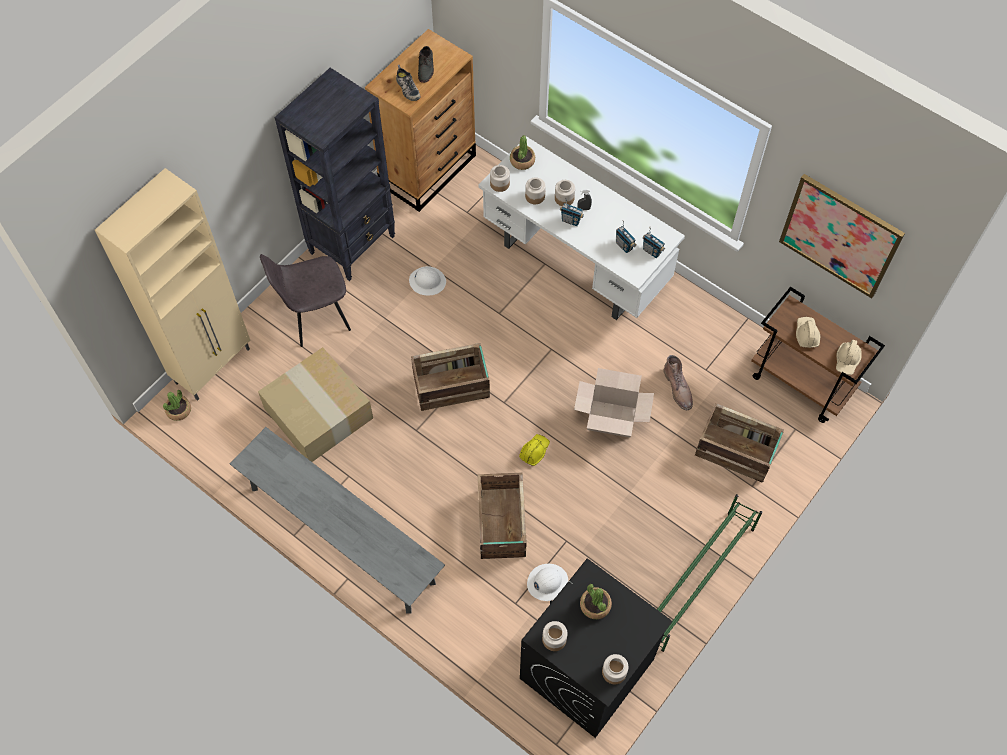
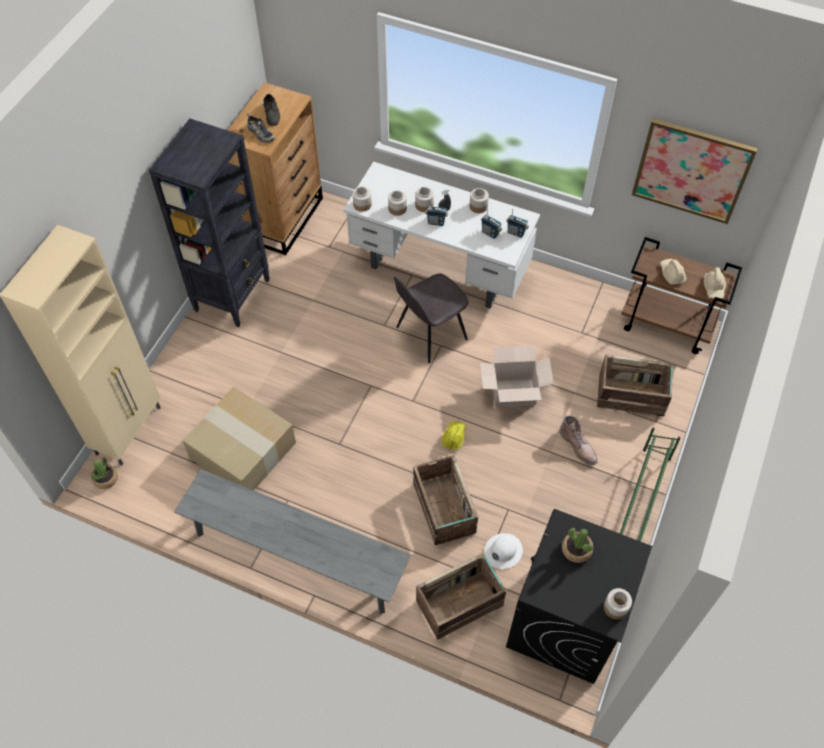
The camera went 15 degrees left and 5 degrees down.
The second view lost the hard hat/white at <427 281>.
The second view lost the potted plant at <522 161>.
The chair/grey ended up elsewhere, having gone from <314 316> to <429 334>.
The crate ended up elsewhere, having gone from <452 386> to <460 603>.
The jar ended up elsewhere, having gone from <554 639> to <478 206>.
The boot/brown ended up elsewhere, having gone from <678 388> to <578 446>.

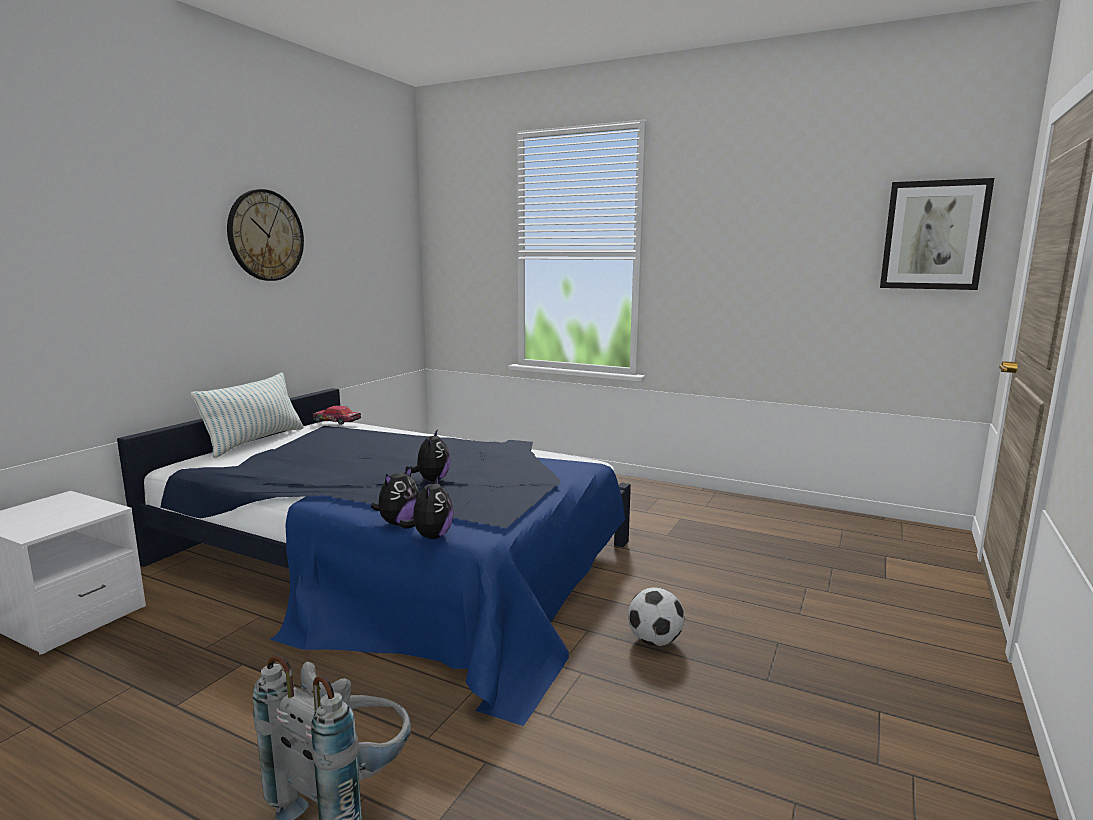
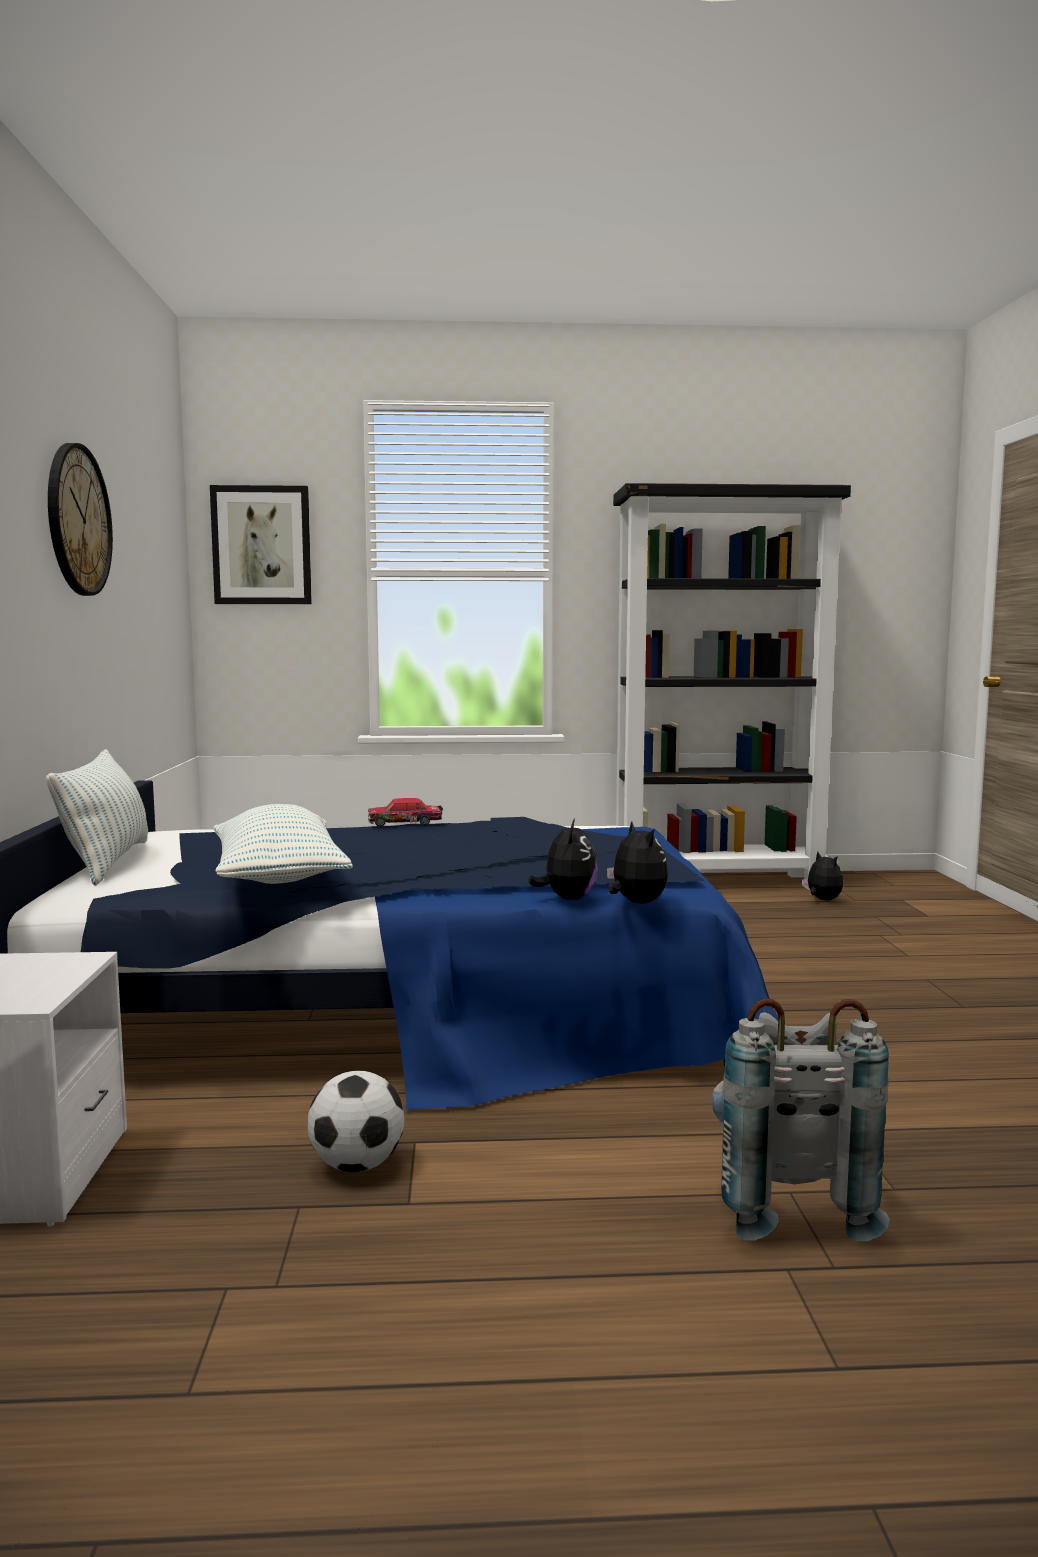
The camera went 30 degrees left and 5 degrees down.
The second view gained the pillow at <278 876>.
The second view gained the bookcase/black at <718 882>.
The toy car ended up elsewhere, having gone from <337 421> to <405 823>.
The plush toy ended up elsewhere, having gone from <431 480> to <822 900>.
The football ended up elsewhere, having gone from <654 641> to <357 1165>.
The picture ended up elsewhere, having gone from <934 235> to <262 545>.

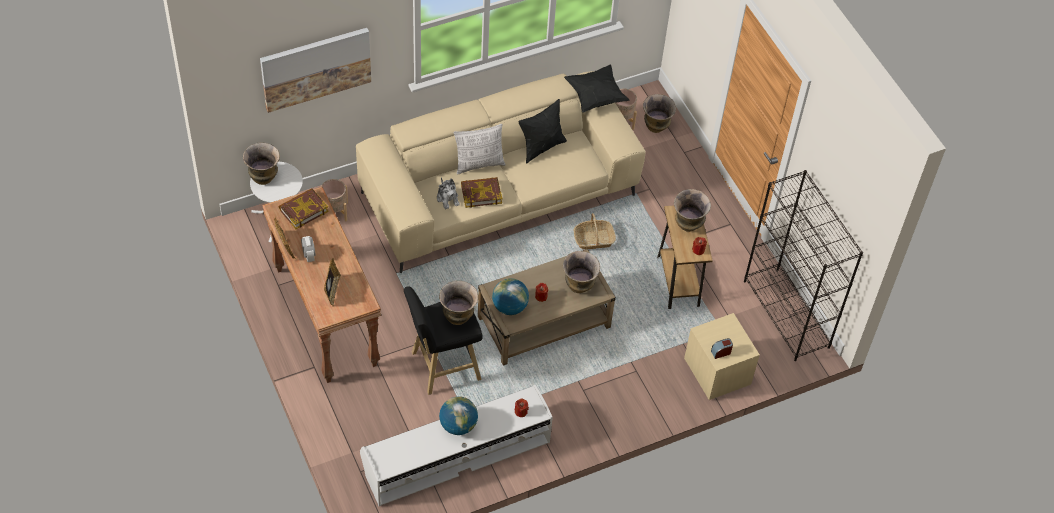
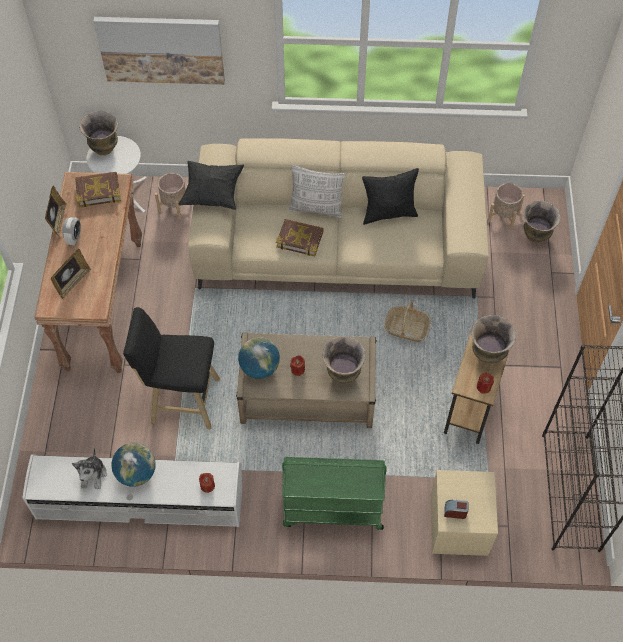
The camera went 30 degrees right and 5 degrees up.
The second view lost the vase at <458 317>.
The second view gained the cart/green at <332 510>.
The plush toy ended up elsewhere, having gone from <448 198> to <93 475>.
The pillow/black ended up elsewhere, having gone from <595 96> to <212 193>.

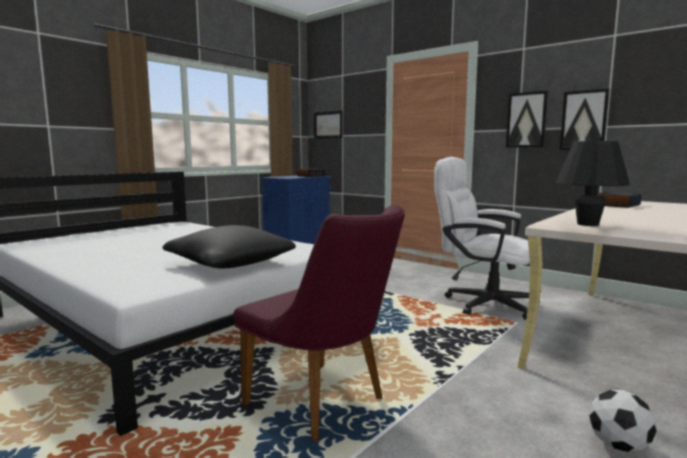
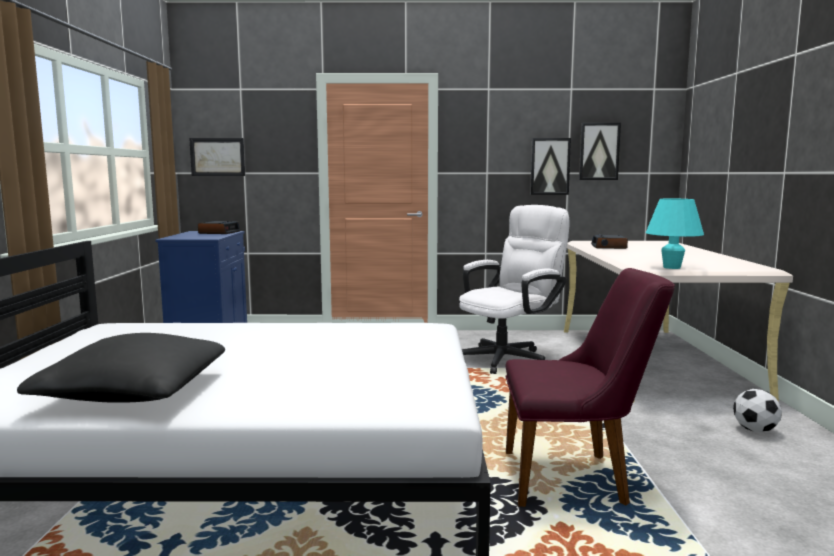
The camera went 40 degrees left and 0 degrees up.
The pillow/black ended up elsewhere, having gone from <230 264> to <134 393>.
The picture ended up elsewhere, having gone from <526 120> to <599 151>.
What was the table lamp/black at <587 224> turned into the table lamp/turquoise at <671 267>.
The office chair/white at <481 303> ended up facing another way, 150 degrees clockwise from before.

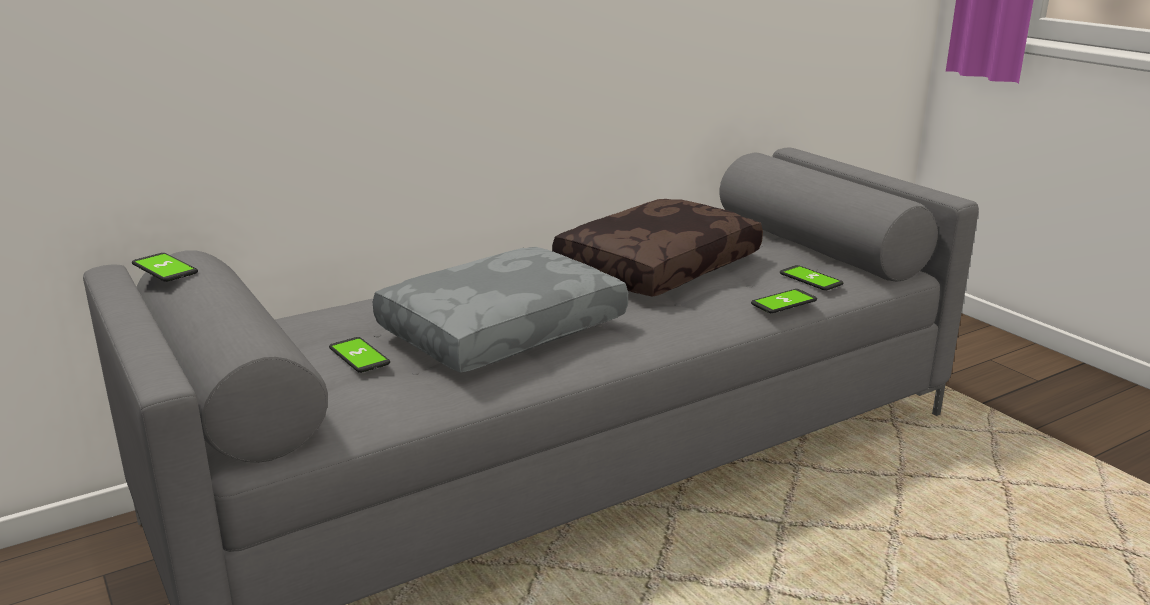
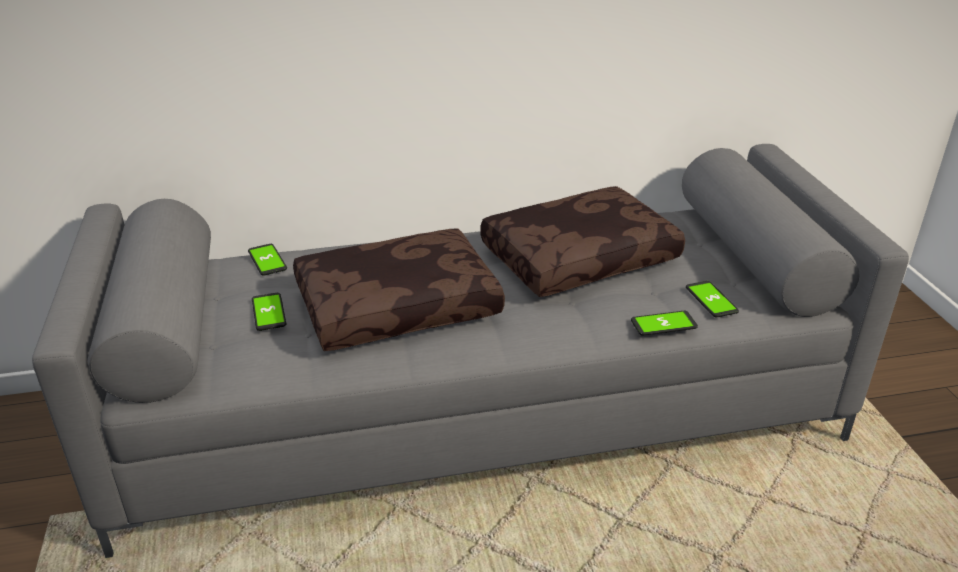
The camera went 20 degrees right and 10 degrees up.
The phone ended up elsewhere, having gone from <165 269> to <267 260>.
What was the pillow/grey at <502 329> turned into the pillow/brown at <398 305>.

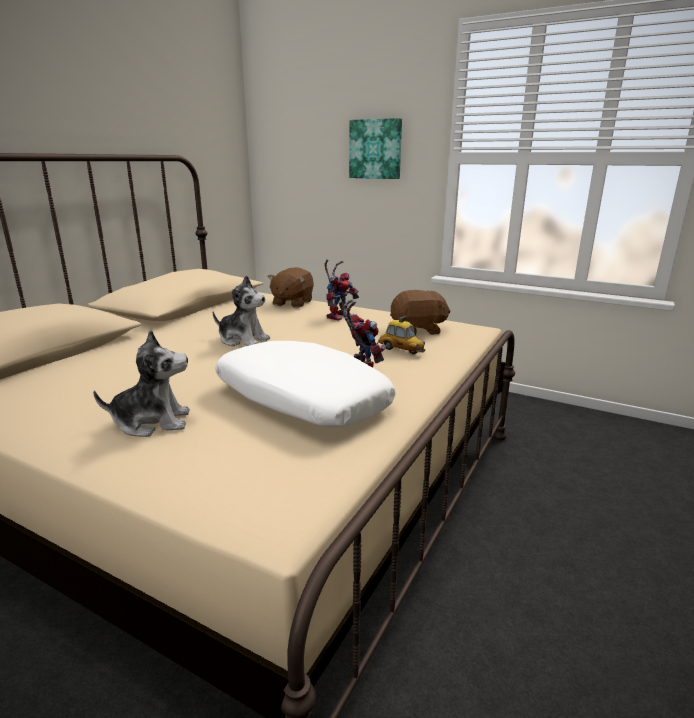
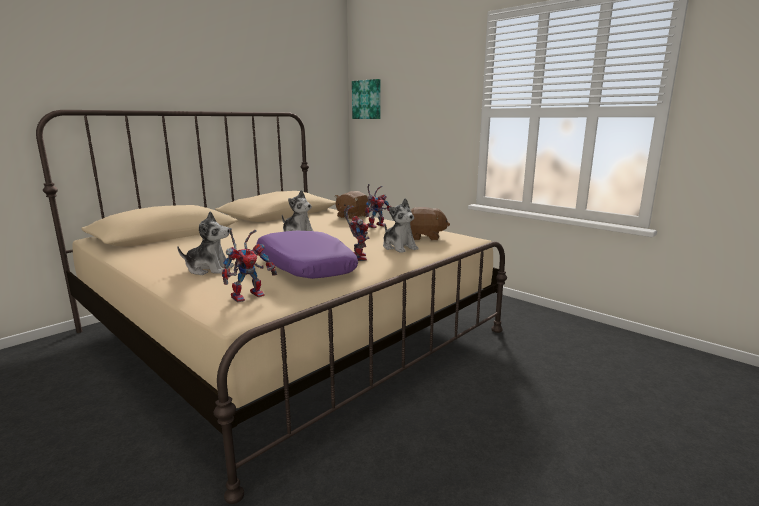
The camera went 15 degrees right and 5 degrees down.
The second view gained the toy robot at <249 295>.
The picture ended up elsewhere, having gone from <376 149> to <367 99>.
Where the toy car stood at <401 350>, the plush toy came to stand at <399 247>.
What was the pillow/white at <301 400> turned into the pillow/purple at <304 267>.

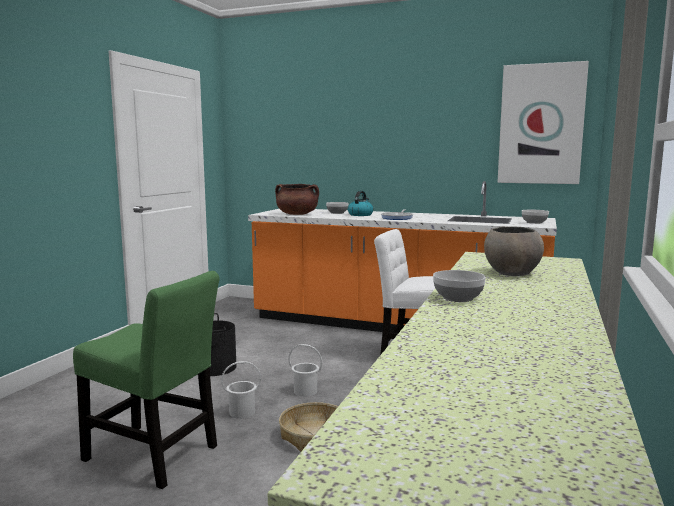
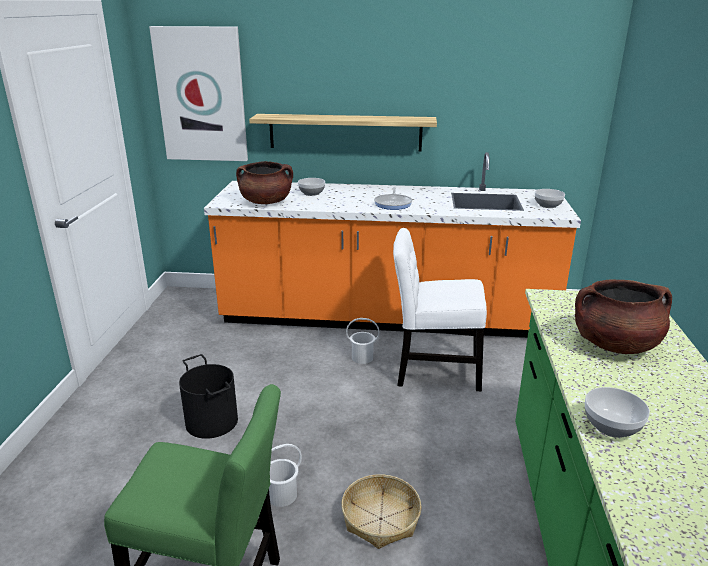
The camera went 15 degrees left and 15 degrees up.
The second view lost the kettle at <360 215>.
The second view gained the shelf at <345 132>.
The bucket/white ended up elsewhere, having gone from <305 391> to <362 357>.
The picture ended up elsewhere, having gone from <541 124> to <201 95>.
Where the bowl/grey stood at <511 273>, the cooking pot/brown came to stand at <614 344>.

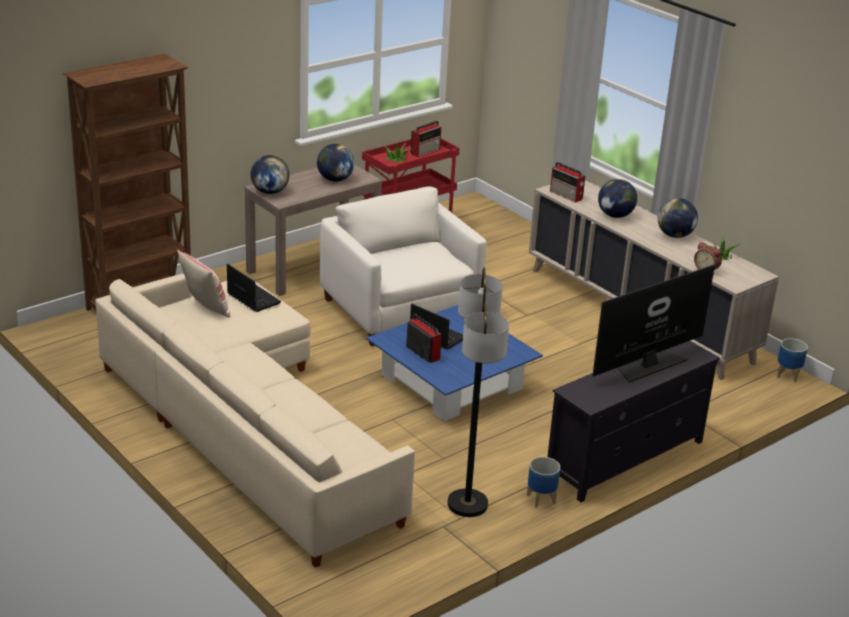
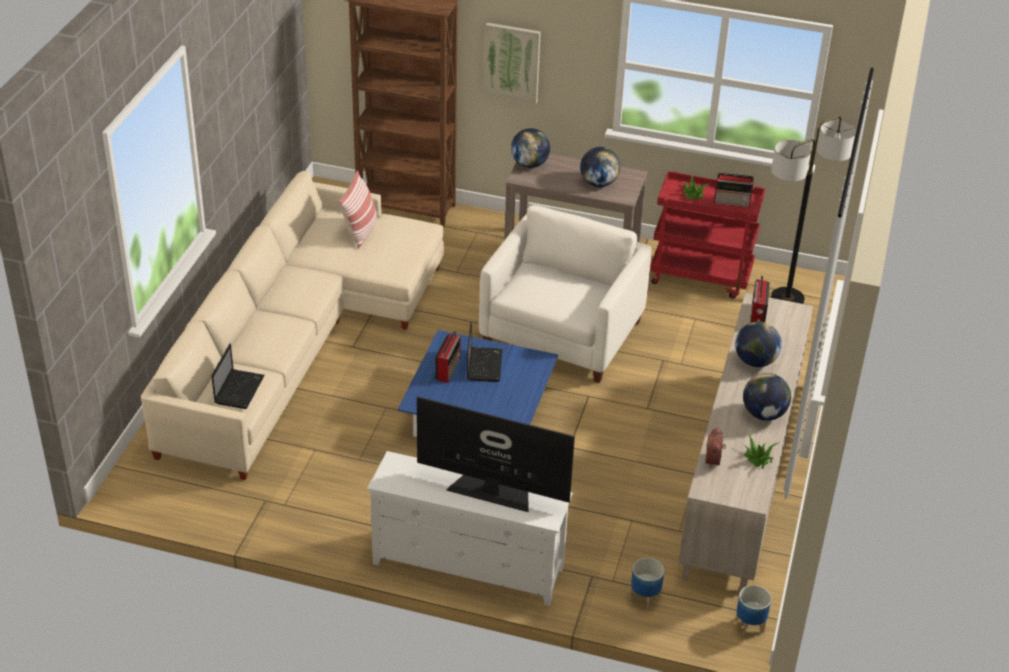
The camera went 55 degrees right and 10 degrees up.
The second view gained the picture at <512 62>.
The laptop ended up elsewhere, having gone from <252 298> to <239 389>.
The floor lamp ended up elsewhere, having gone from <467 504> to <787 300>.
The planter ended up elsewhere, having gone from <540 499> to <644 597>.
What was the tv stand/black at <625 460> turned into the tv stand/white at <468 567>.

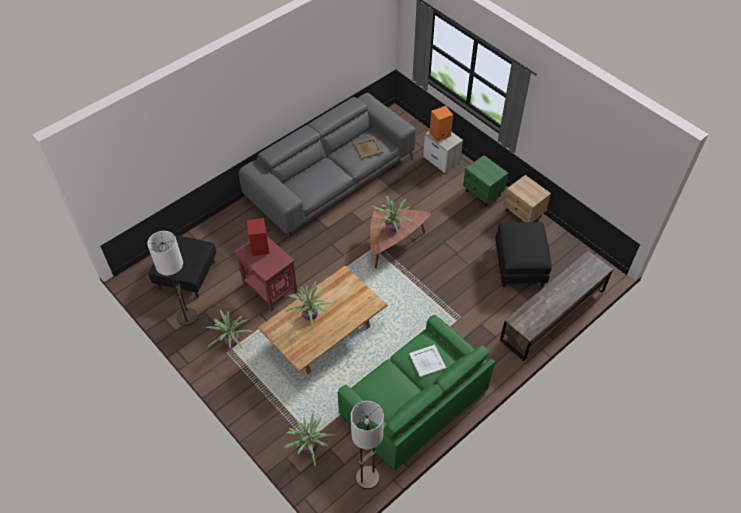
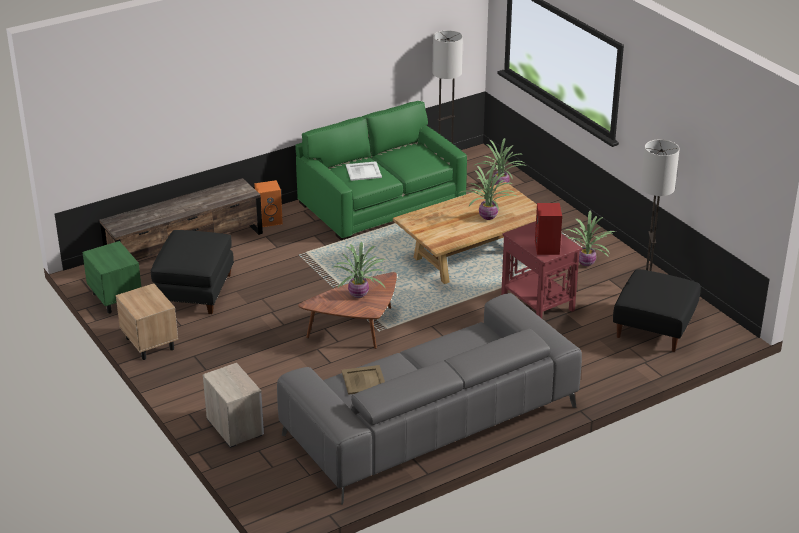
The camera went 170 degrees left and 20 degrees down.
The speaker/orange ended up elsewhere, having gone from <439 134> to <270 220>.
The nightstand/green ended up elsewhere, having gone from <483 193> to <115 298>.

